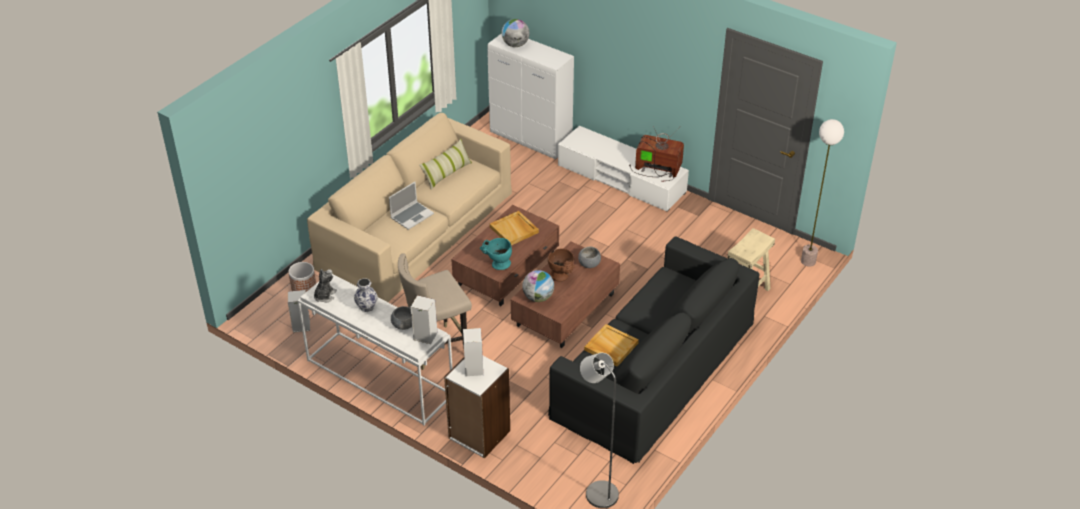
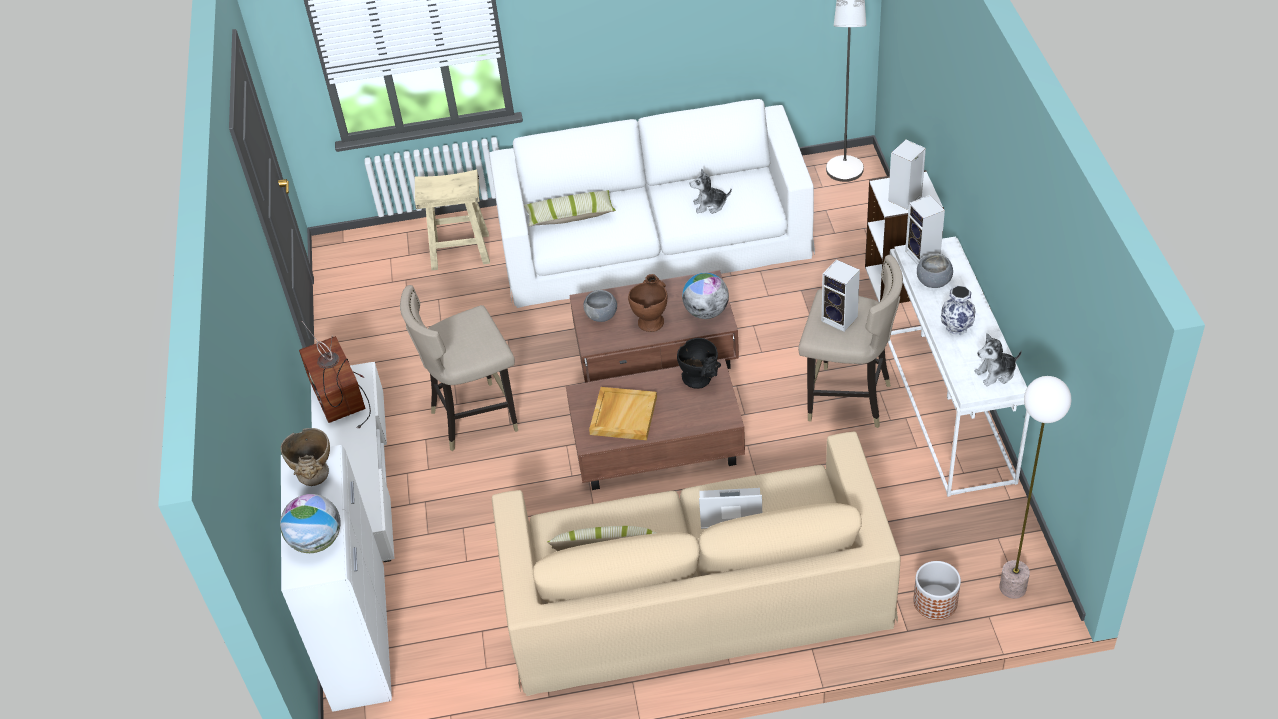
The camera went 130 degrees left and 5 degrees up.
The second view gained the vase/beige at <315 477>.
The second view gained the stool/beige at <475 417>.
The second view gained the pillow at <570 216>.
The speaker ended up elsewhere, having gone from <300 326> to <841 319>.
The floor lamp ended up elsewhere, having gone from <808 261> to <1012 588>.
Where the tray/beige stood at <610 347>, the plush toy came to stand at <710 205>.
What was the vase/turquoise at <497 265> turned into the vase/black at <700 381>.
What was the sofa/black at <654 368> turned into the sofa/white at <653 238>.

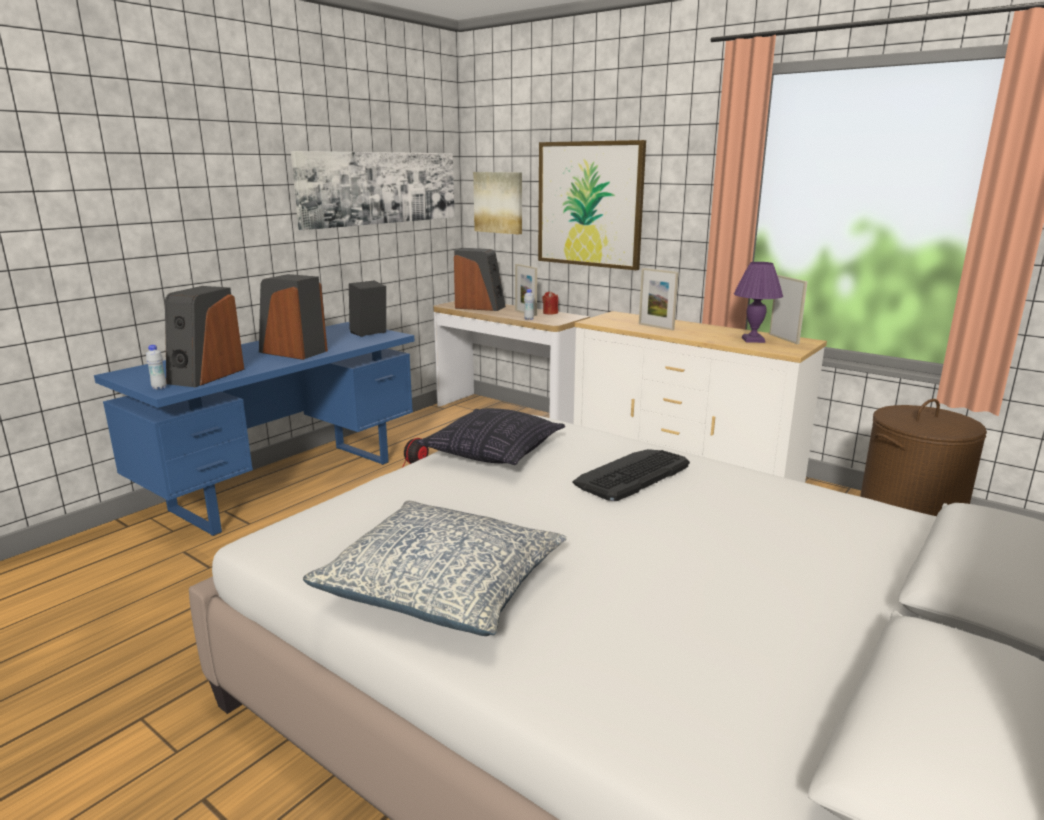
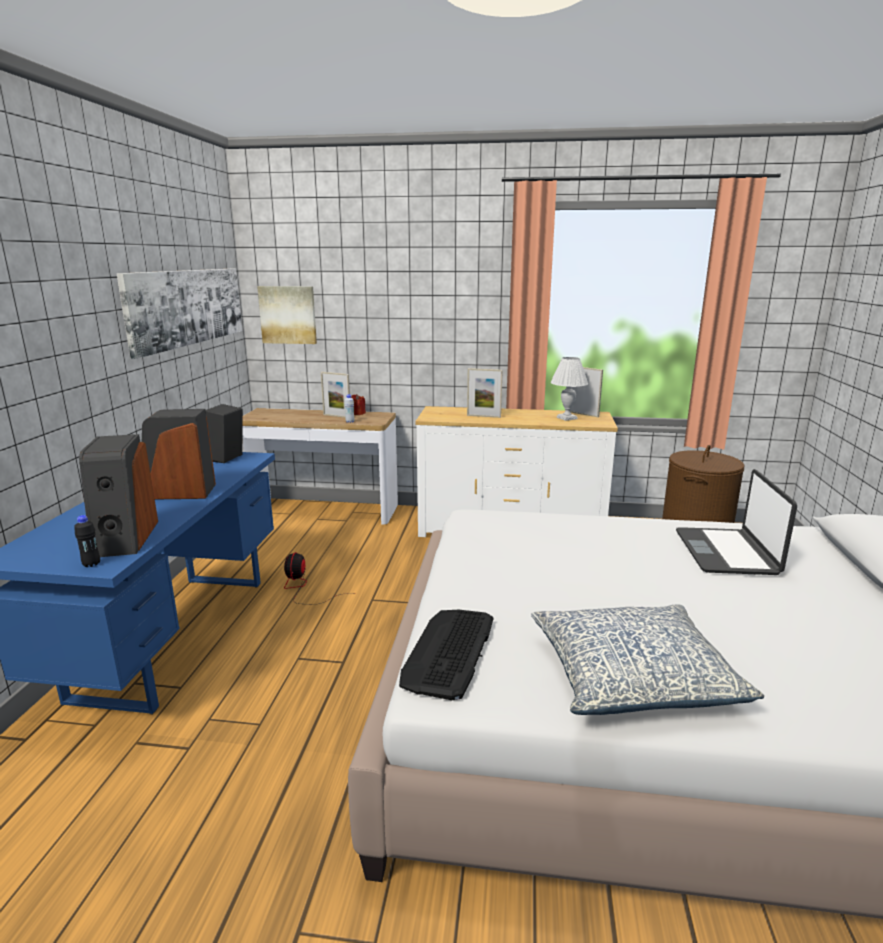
The camera went 30 degrees left and 0 degrees up.
The second view lost the pillow at <493 453>.
The second view lost the speaker at <480 307>.
The second view lost the picture at <589 204>.
The second view gained the laptop at <727 552>.
The keyboard ended up elsewhere, having gone from <631 474> to <449 652>.
What was the bottle/white at <159 388> turned into the bottle/black at <91 564>.
What was the table lamp/purple at <752 340> turned into the table lamp/white at <566 418>.

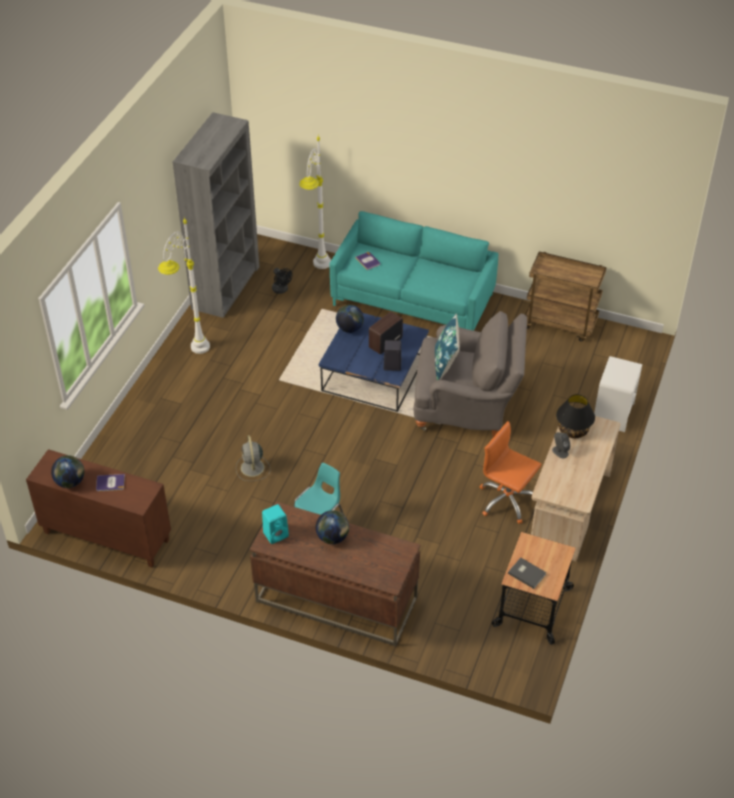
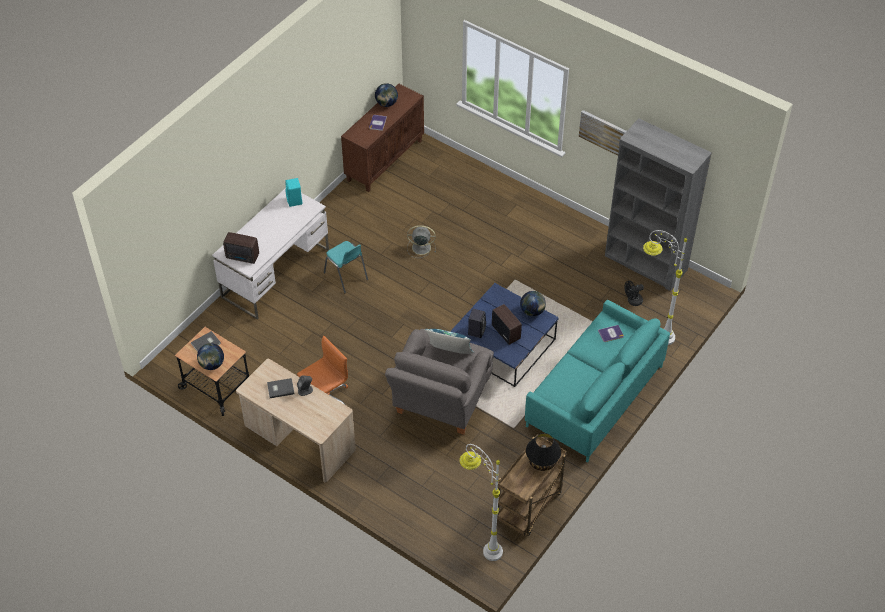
The camera went 105 degrees right and 5 degrees up.
The second view lost the nightstand/white at <613 413>.
The second view gained the radio at <243 257>.
The second view gained the book/grey at <280 388>.
The second view gained the picture at <603 132>.
The floor lamp/white ended up elsewhere, having gone from <191 357> to <480 541>.
The globe ended up elsewhere, having gone from <332 538> to <212 364>.
The table lamp/black ended up elsewhere, having gone from <573 430> to <542 461>.
What was the desk/brown at <335 599> turned into the desk/white at <276 273>.

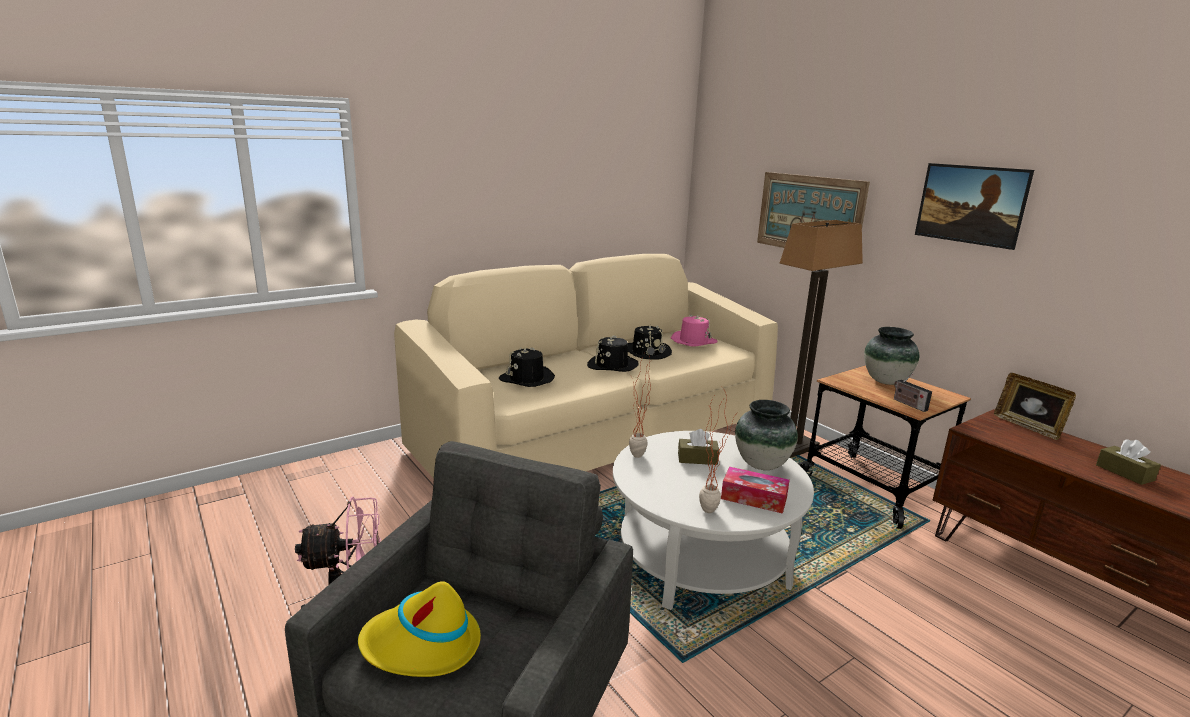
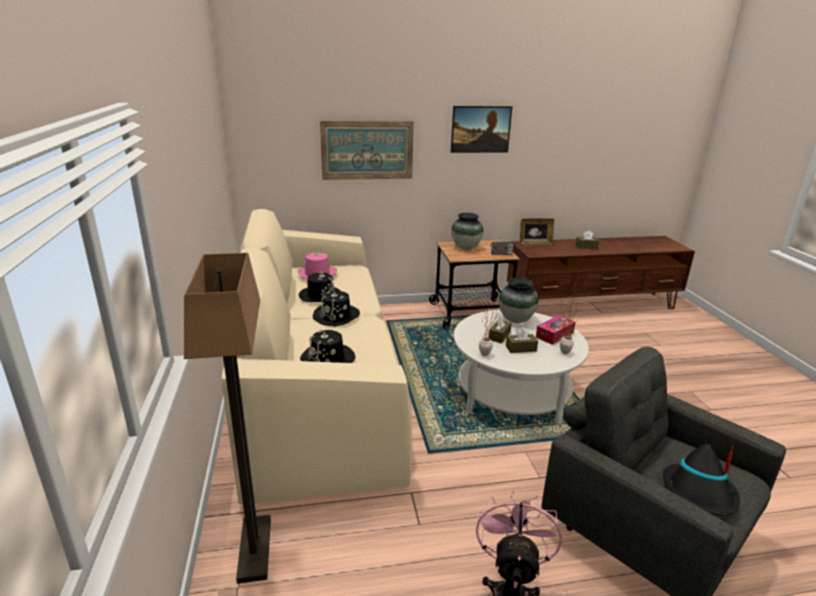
The camera went 65 degrees left and 5 degrees up.
The second view gained the tissue box/brown at <521 348>.
The floor lamp ended up elsewhere, having gone from <793 449> to <254 549>.
What was the hat/yellow at <422 646> turned into the hat/black at <699 493>.

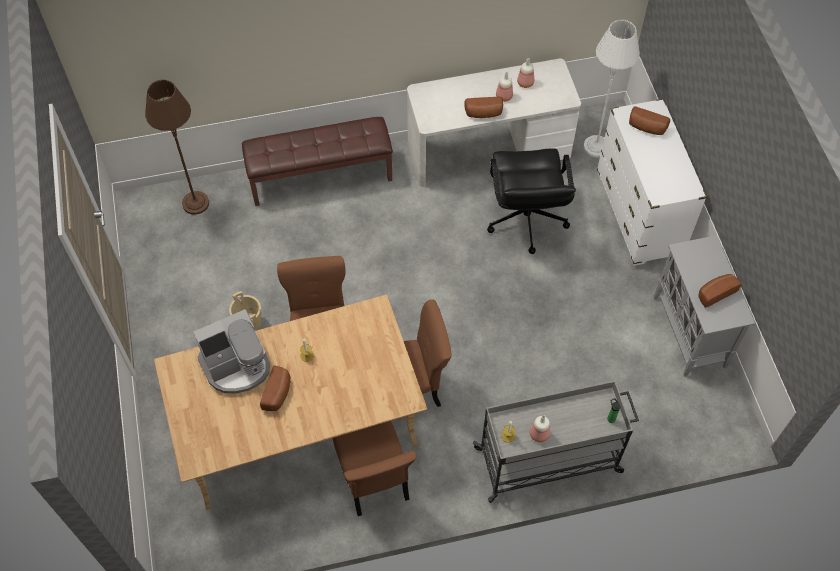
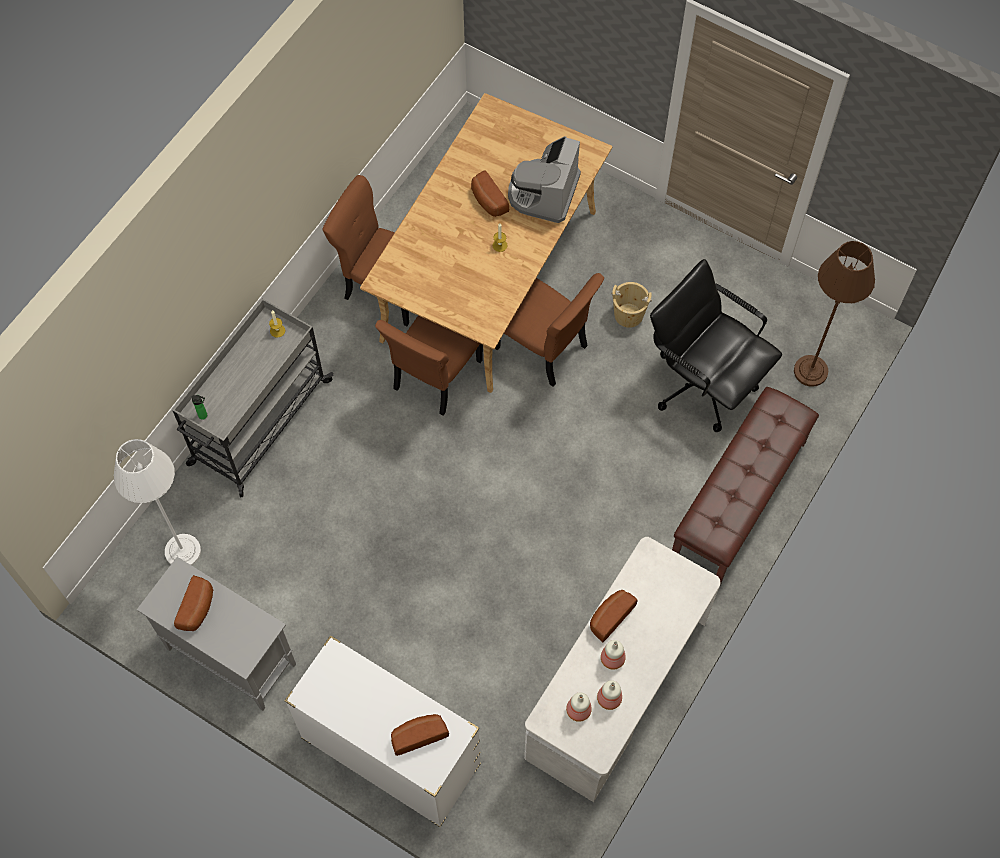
The camera went 135 degrees right and 5 degrees up.
The office chair/black ended up elsewhere, having gone from <525 220> to <703 383>.
The bottle ended up elsewhere, having gone from <539 434> to <577 710>.
The floor lamp/white ended up elsewhere, having gone from <596 147> to <183 551>.

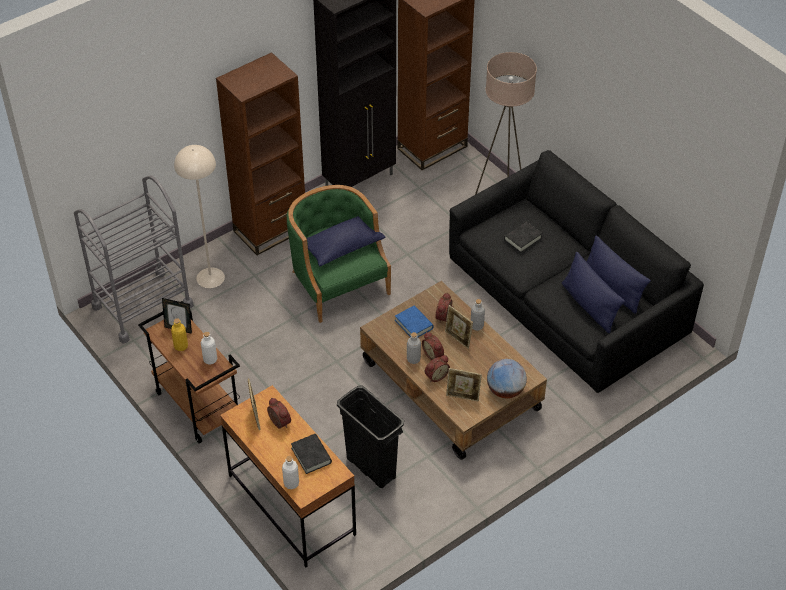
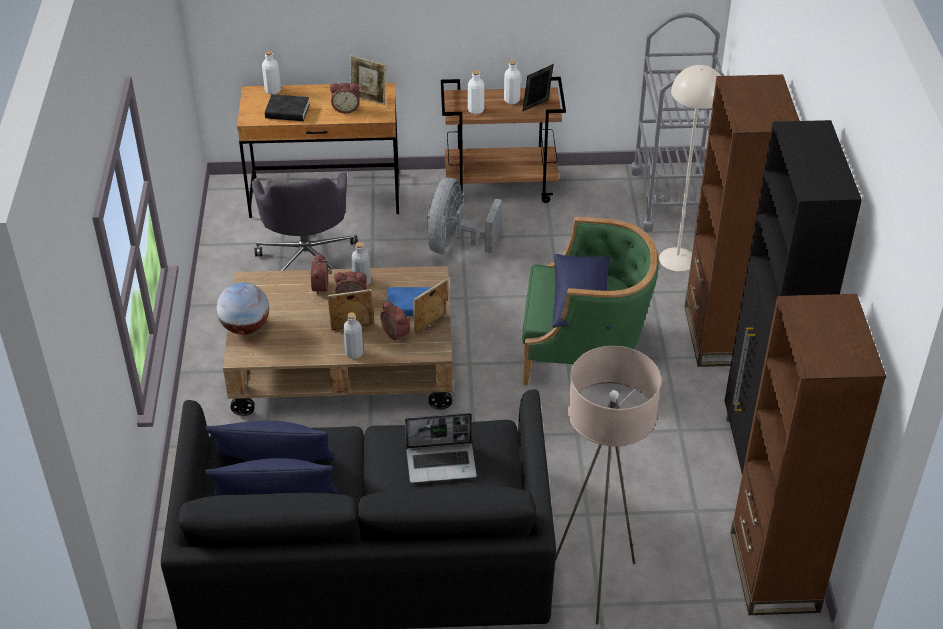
The camera went 125 degrees right and 5 degrees down.
The second view gained the fan/grey at <455 244>.
The picture frame ended up elsewhere, having gone from <463 397> to <430 325>.
Where the trash can/black stood at <371 468>, the office chair/grey came to stand at <307 260>.
Where the book/black stood at <522 239>, the laptop came to stand at <442 463>.
What was the bottle/yellow at <181 346> turned into the bottle/white at <511 100>.

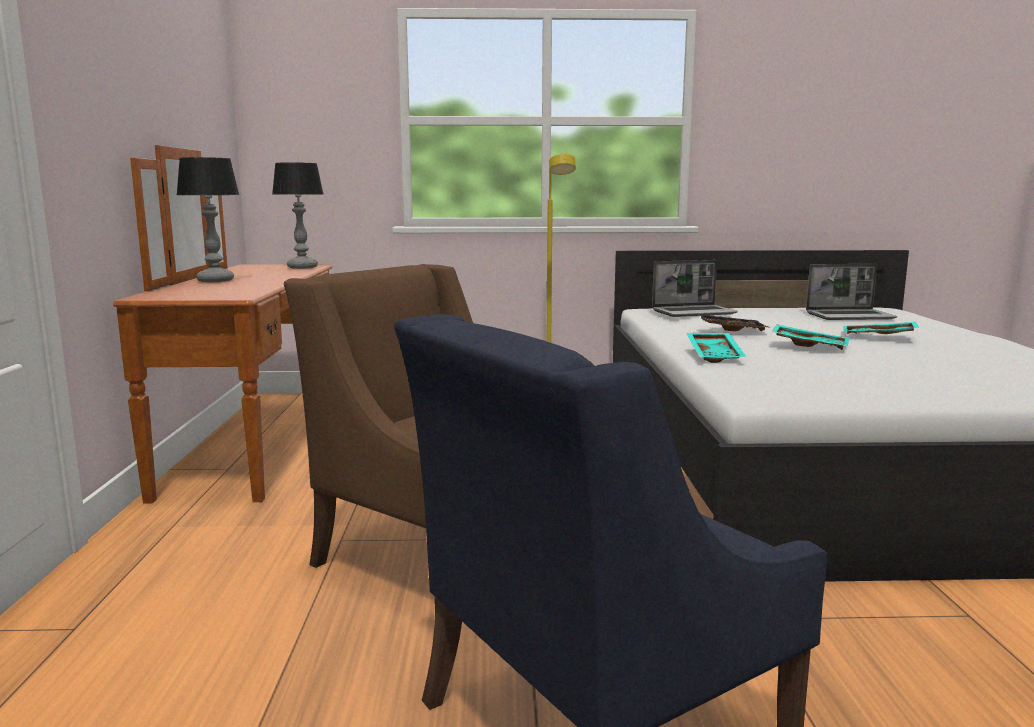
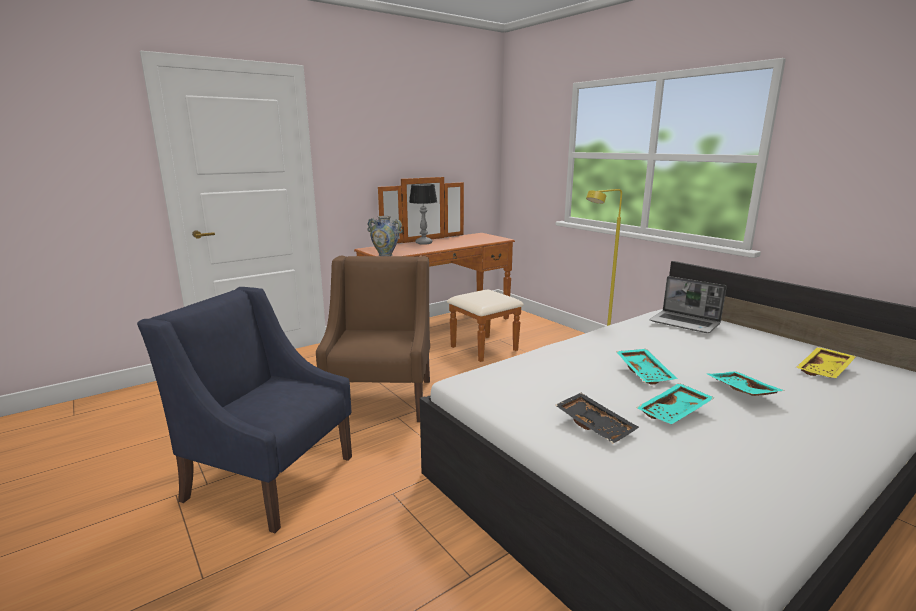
The camera went 55 degrees right and 5 degrees up.
The second view lost the table lamp at <302 267>.
The second view gained the vase at <385 255>.
The tray/turquoise ended up elsewhere, having gone from <716 355> to <675 412>.
The tray/black ended up elsewhere, having gone from <731 330> to <595 425>.
Where the laptop stood at <850 316>, the tray/yellow came to stand at <825 370>.

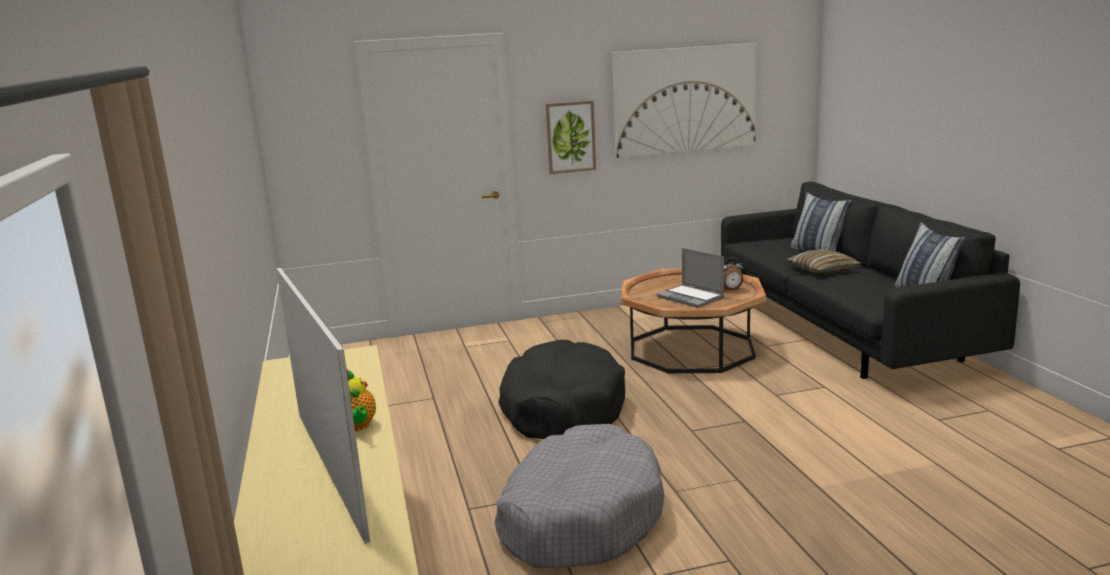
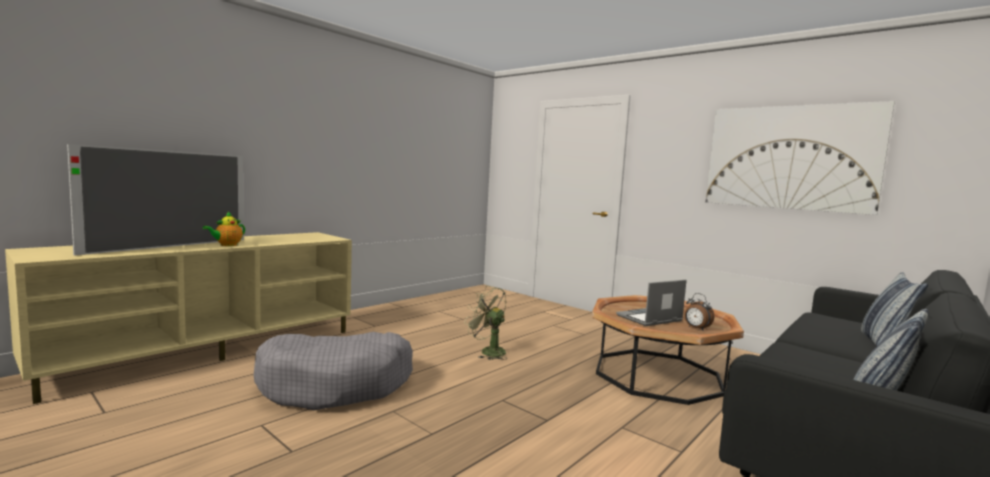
The camera went 55 degrees right and 10 degrees down.
The second view lost the picture at <570 137>.
The second view lost the pillow at <822 270>.
Where the dog bed/black stood at <562 408>, the fan/green came to stand at <488 351>.
The laptop at <691 297> ended up facing another way, 45 degrees clockwise from before.

